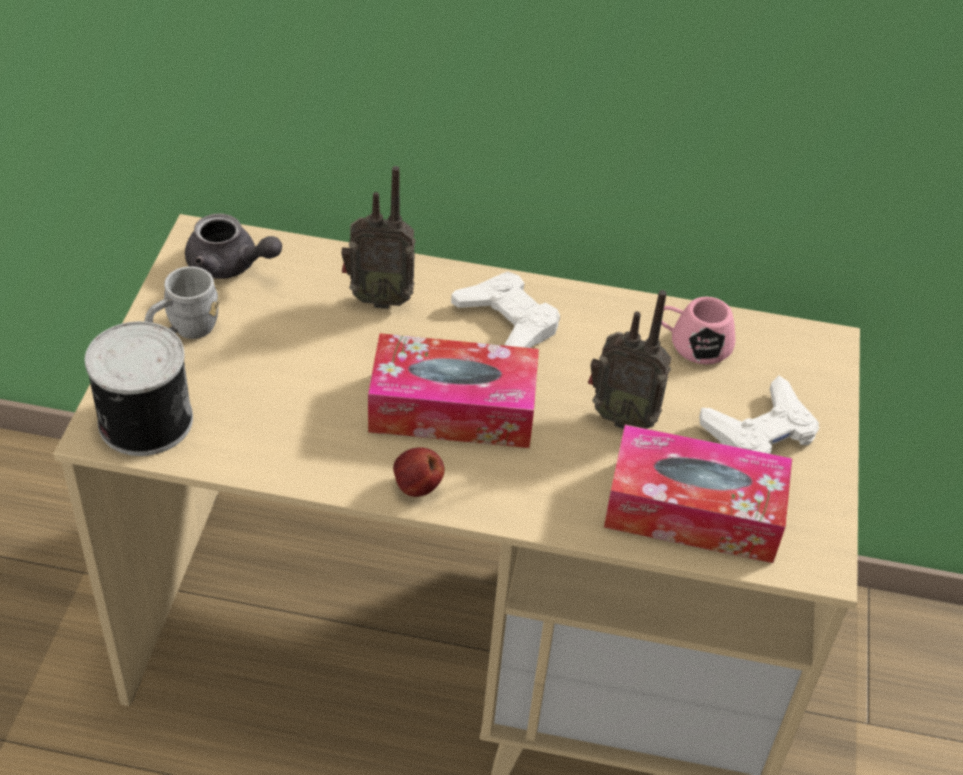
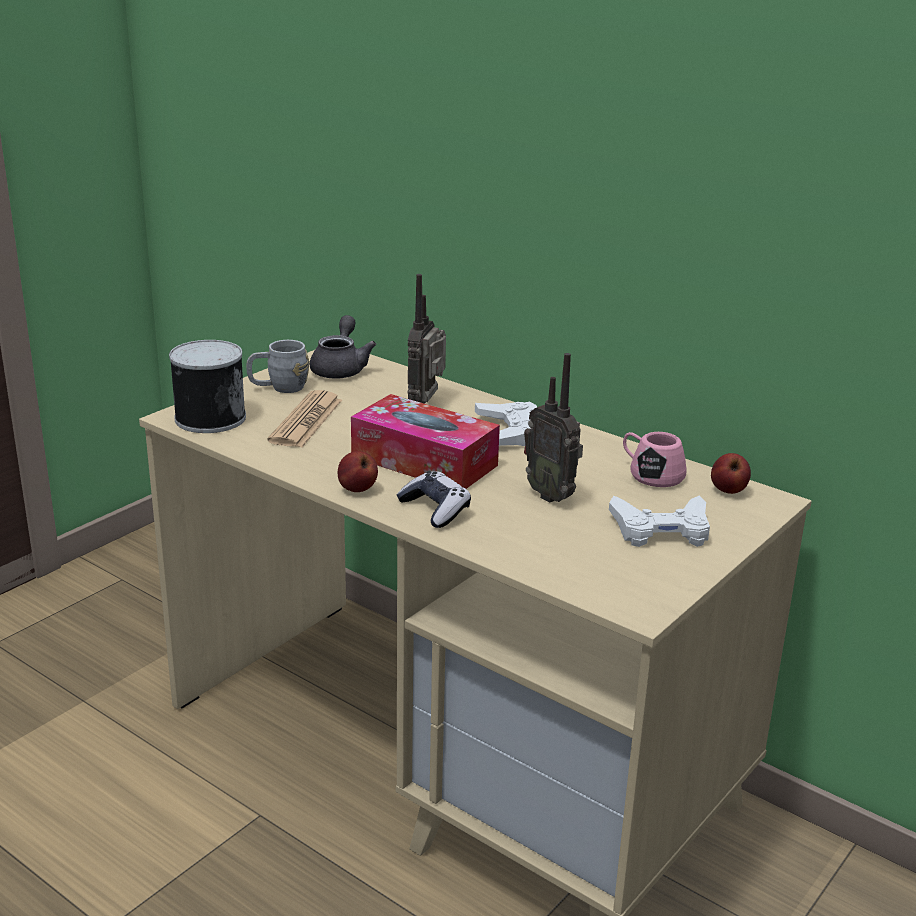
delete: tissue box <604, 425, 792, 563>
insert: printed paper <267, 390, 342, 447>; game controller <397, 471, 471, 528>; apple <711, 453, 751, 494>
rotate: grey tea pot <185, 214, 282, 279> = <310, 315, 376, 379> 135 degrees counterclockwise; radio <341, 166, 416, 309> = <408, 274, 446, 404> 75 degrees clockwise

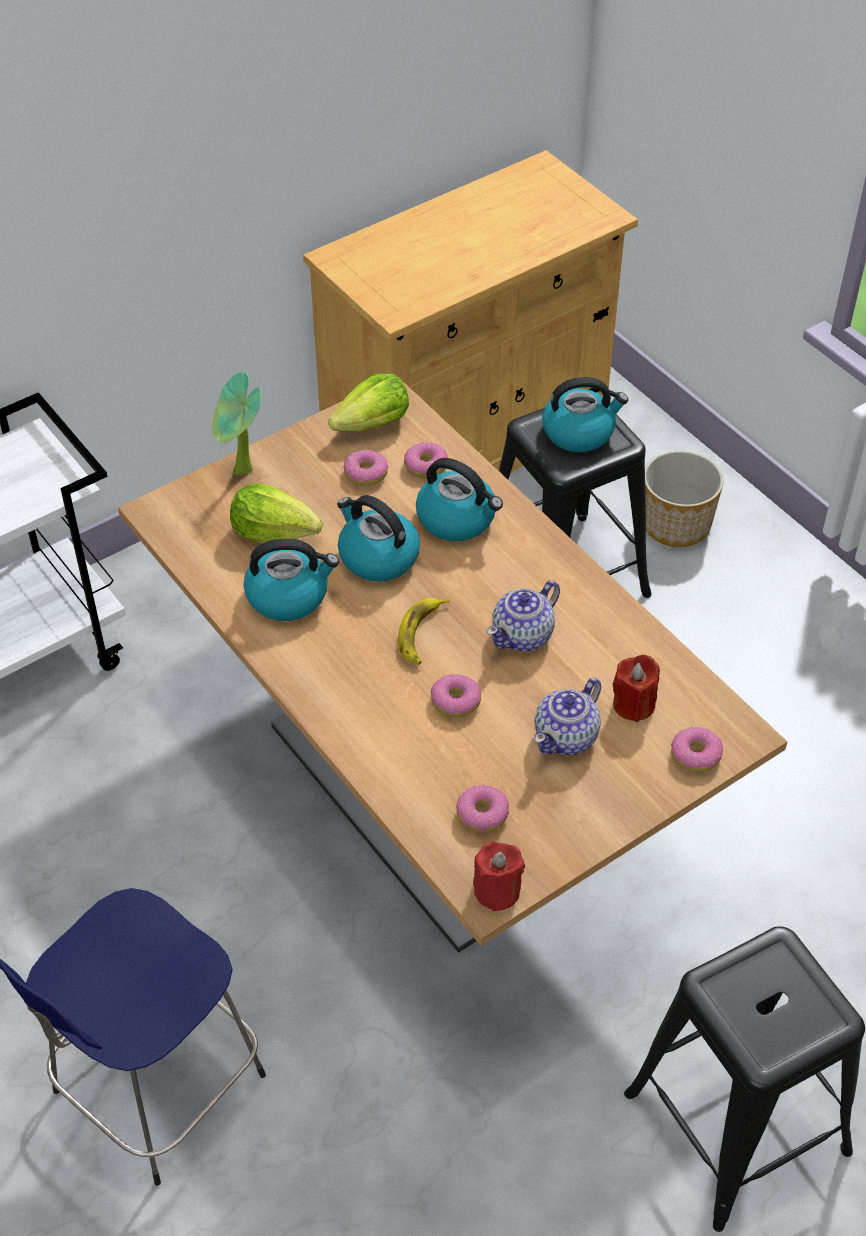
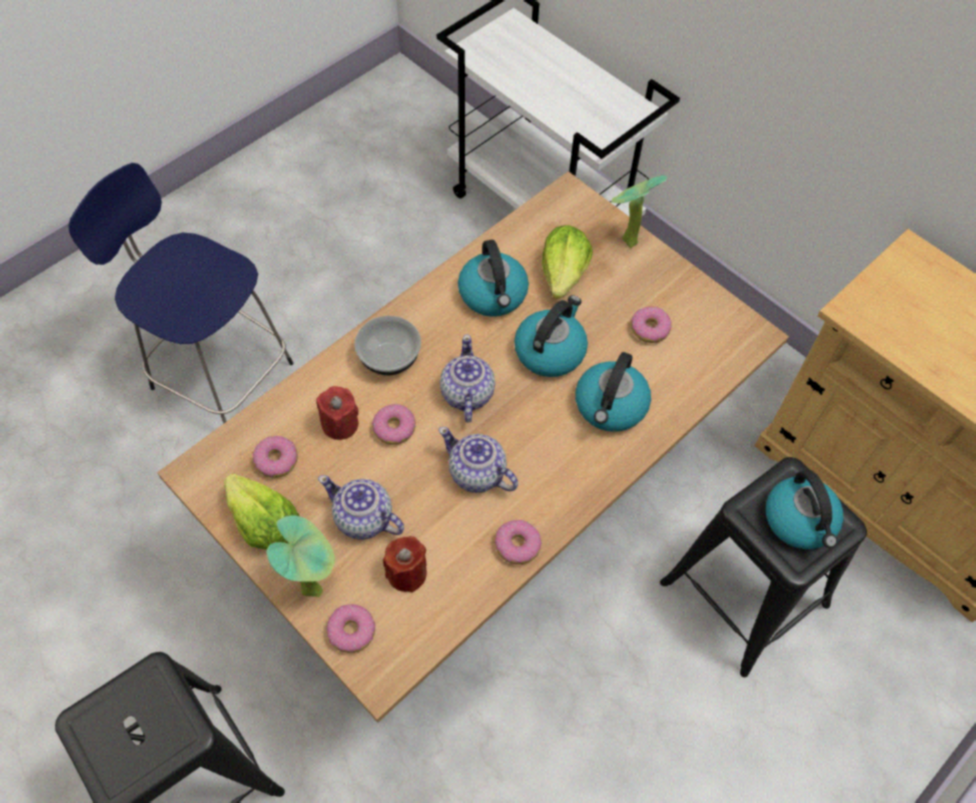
delete: flower pot <645, 450, 723, 547>
insert: potted plant <267, 515, 335, 597>; deep dish <355, 316, 421, 375>
move: lettuce <328, 373, 409, 431> to <224, 473, 299, 549>; red-coloured wax candle <473, 842, 525, 912> to <316, 386, 359, 440>; doughnut <404, 442, 448, 478> to <495, 520, 542, 564>
replace: banana fruit <398, 598, 450, 665> to tea pot <440, 334, 495, 423>

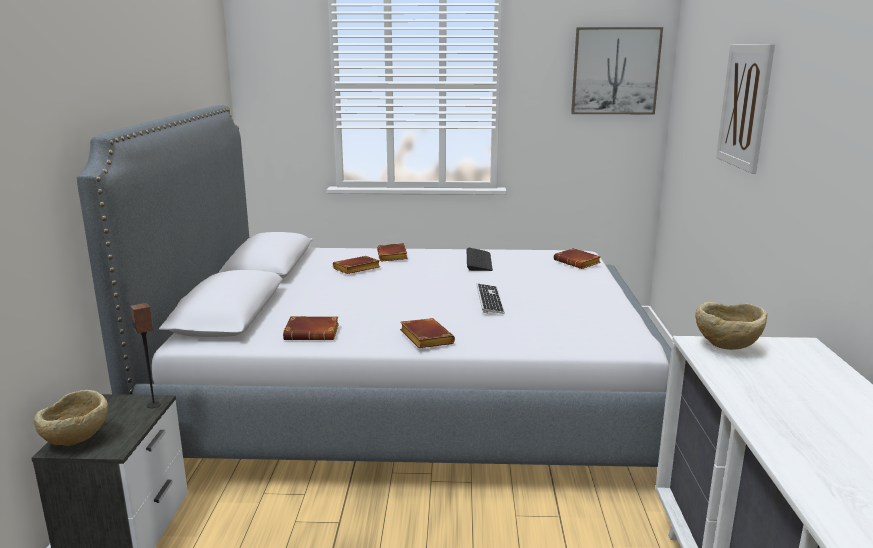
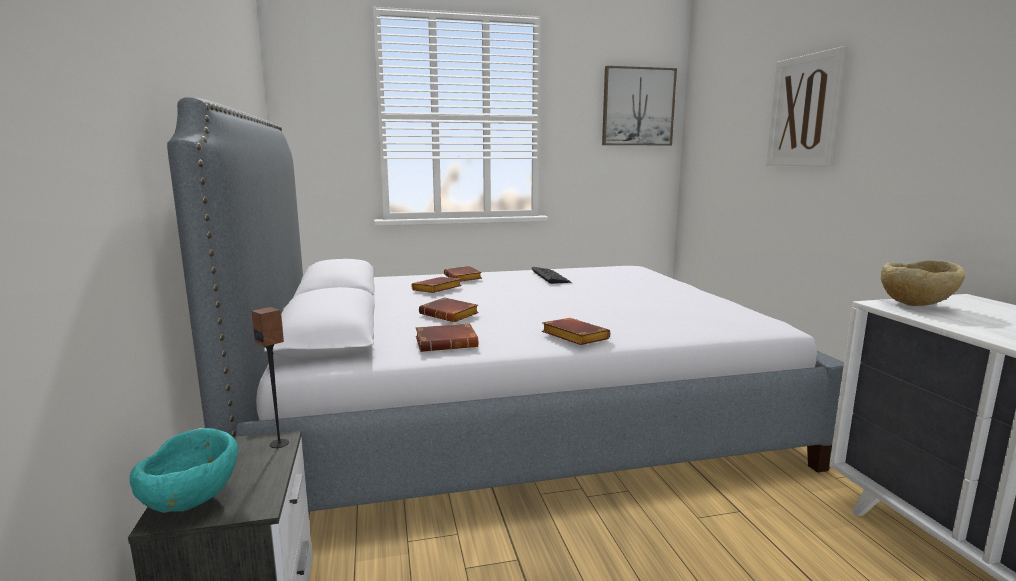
delete: computer keyboard <476, 284, 505, 314>
move: brown-coloured book <554, 248, 601, 269> to <419, 297, 479, 322>
recolor: beige-coloured deep dish <34, 390, 108, 446> to turquoise deep dish <130, 428, 238, 513>

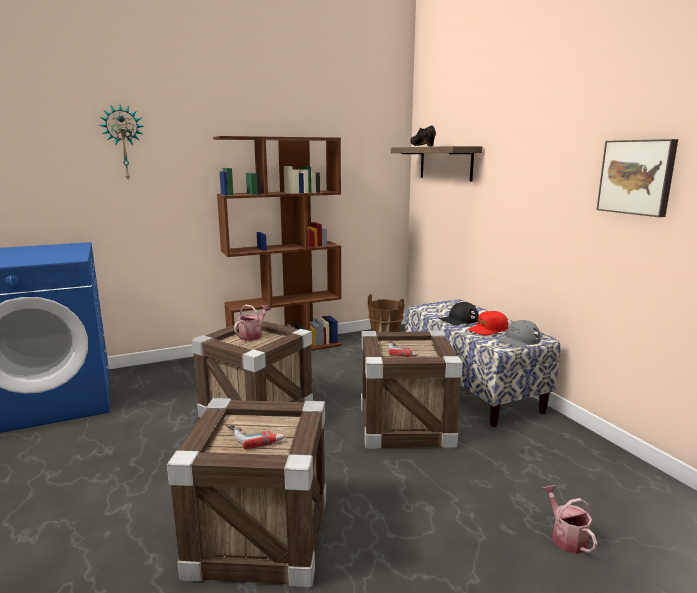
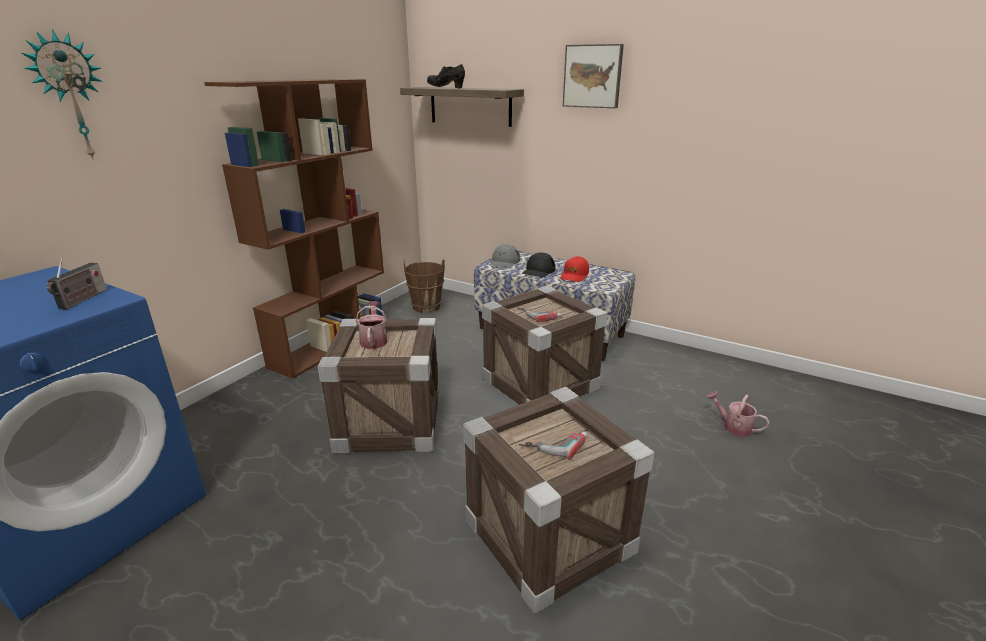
insert: radio <47, 258, 107, 309>
move: grey baseball cap <496, 320, 541, 348> to <489, 244, 520, 268>; wall picture <597, 139, 678, 217> to <563, 44, 624, 108>

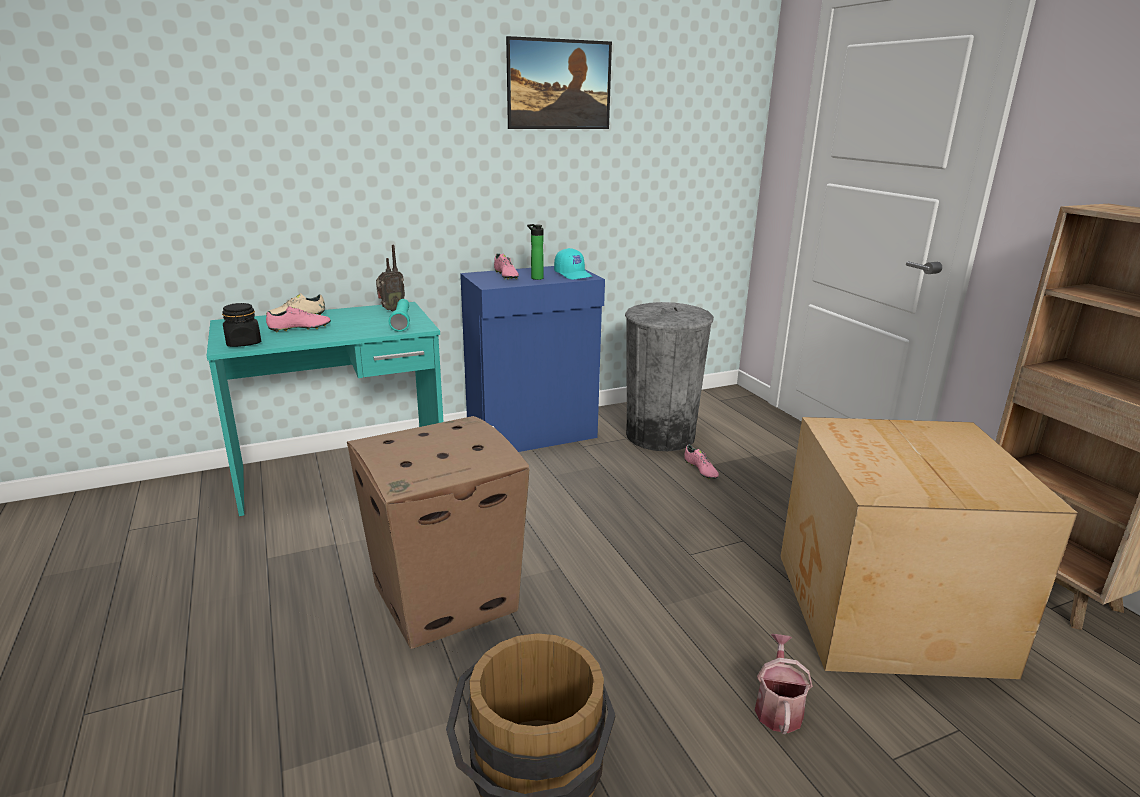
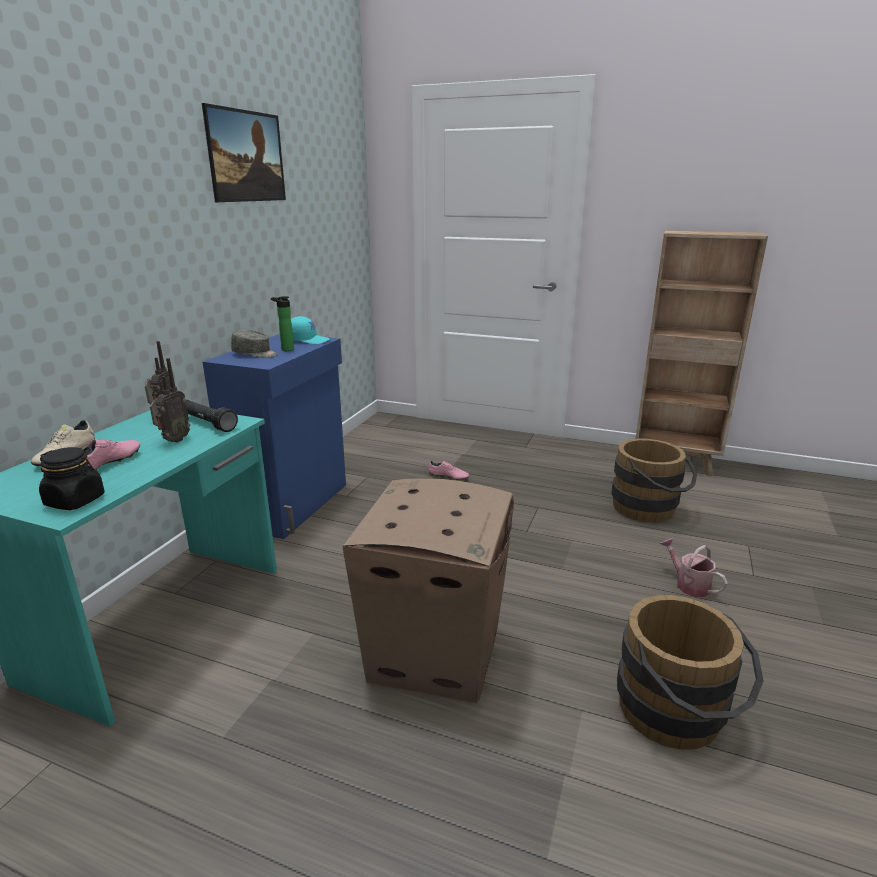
delete: grey trash can <625, 302, 714, 451>
insert: radio <150, 358, 190, 443>
replace: pink low shoe <494, 253, 519, 280> to grey baseball cap <231, 330, 278, 358>; carton <780, 417, 1078, 679> to brown-coloured pail <611, 439, 697, 522>
recolor: turquoise torch <389, 299, 410, 332> to black torch <185, 400, 238, 432>

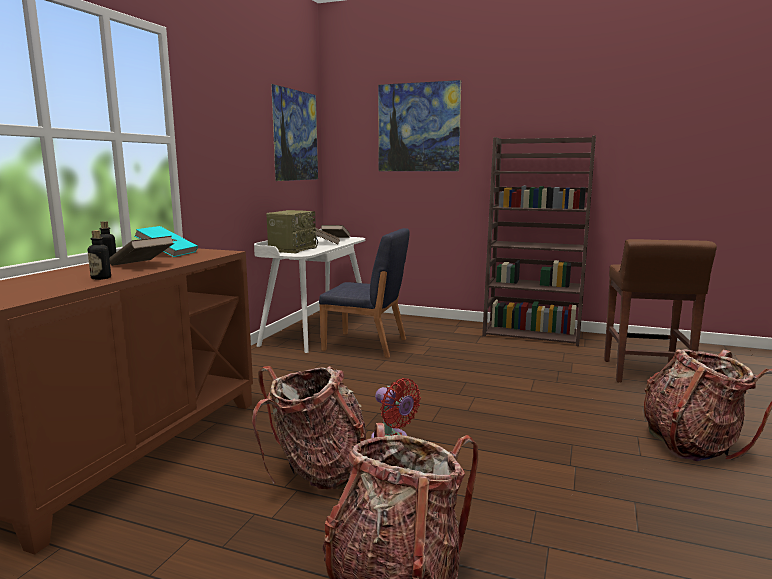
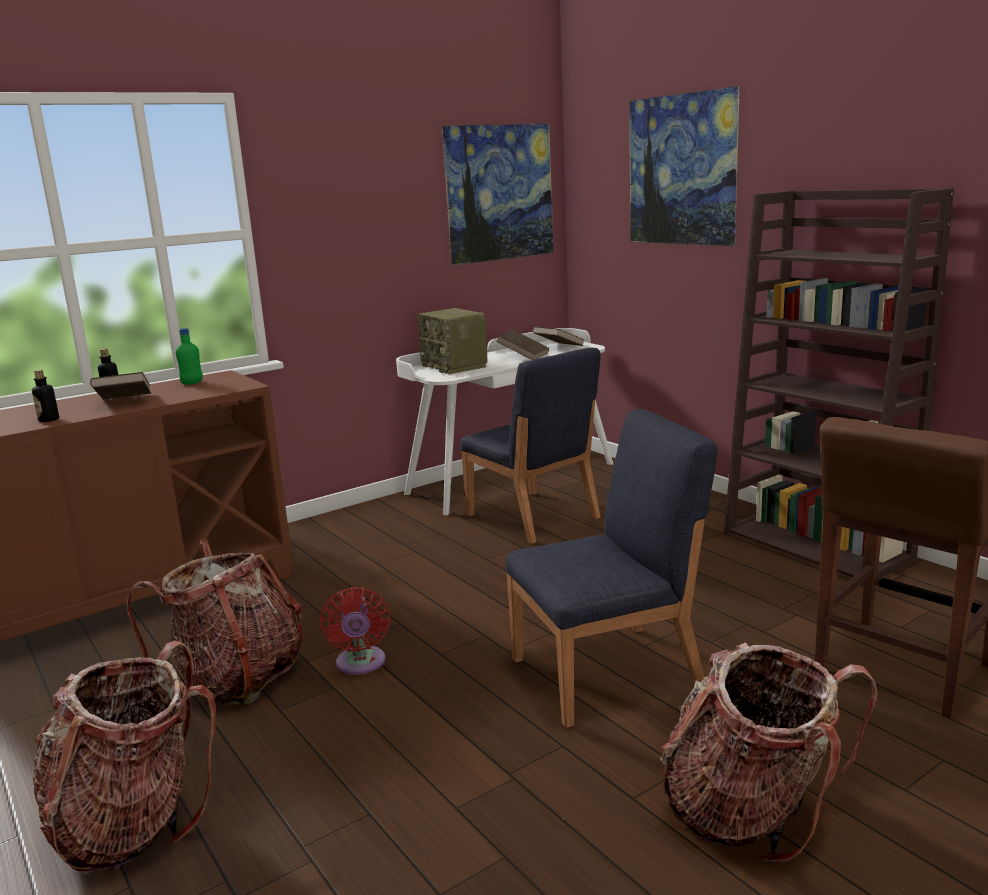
insert: blue-coloured chair <505, 409, 717, 728>
replace: turquoise book <135, 226, 198, 257> to green-coloured beverage bottle <176, 328, 203, 385>
rotate: radio <266, 210, 318, 253> = <417, 308, 488, 374> 90 degrees clockwise

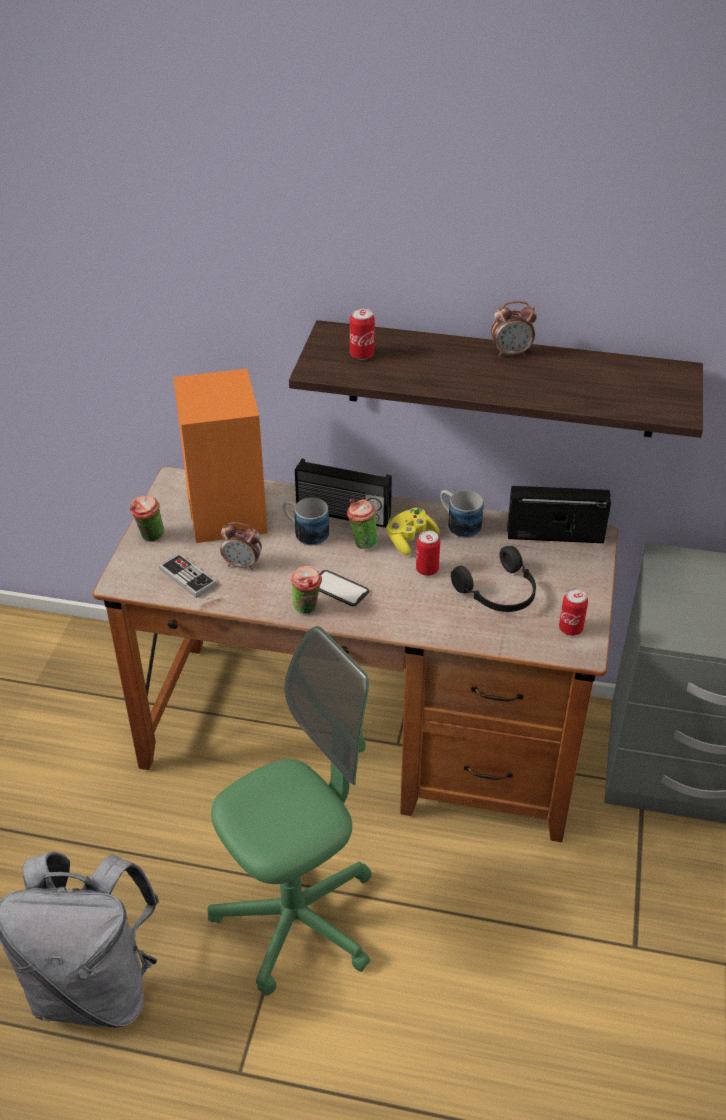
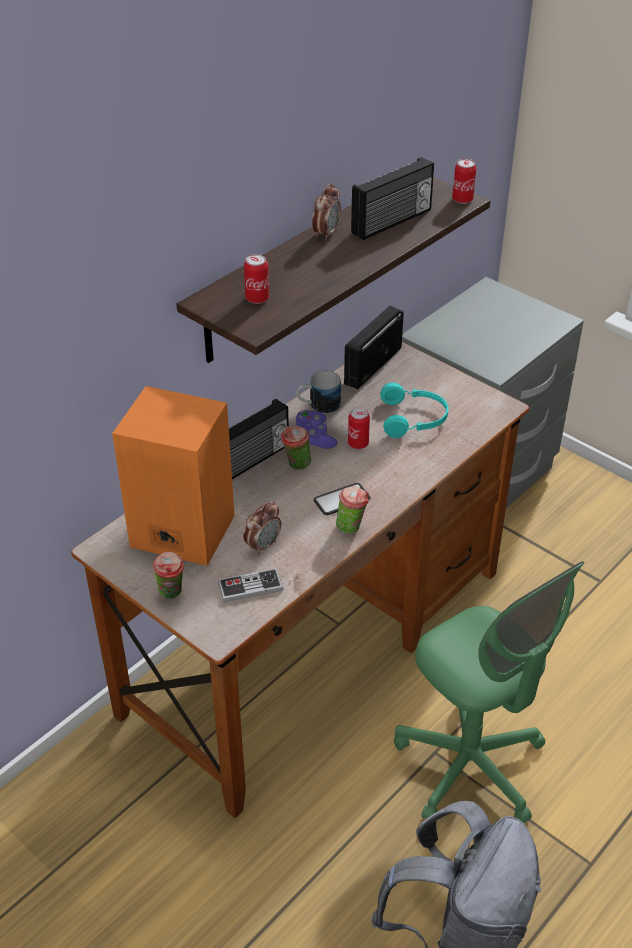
delete: coffee mug <283, 498, 329, 545>
insert: radio <351, 157, 434, 240>
move: metal can <559, 588, 588, 636> to <452, 159, 476, 204>
recolor: yellow-coloured game controller <387, 508, 440, 556> to purple game controller <296, 410, 337, 449>; black pair of headphones <451, 546, 536, 612> to turquoise pair of headphones <380, 382, 448, 438>
rotate: green-coloured computer chair <208, 626, 372, 996> = <394, 561, 585, 823> 150 degrees clockwise

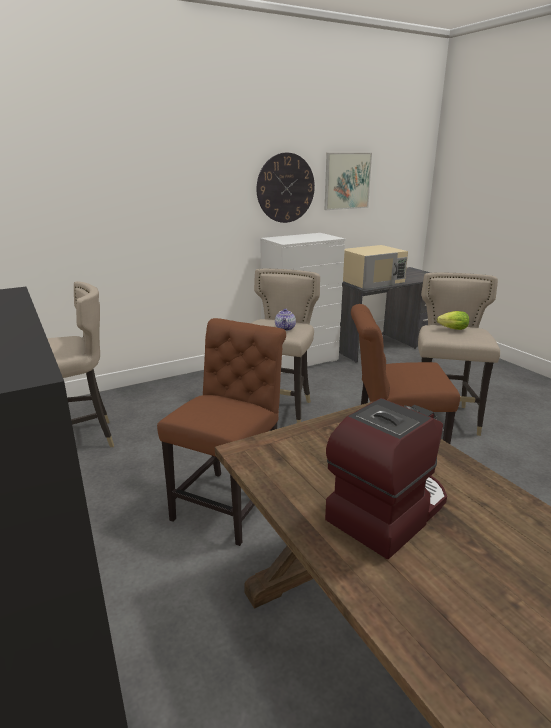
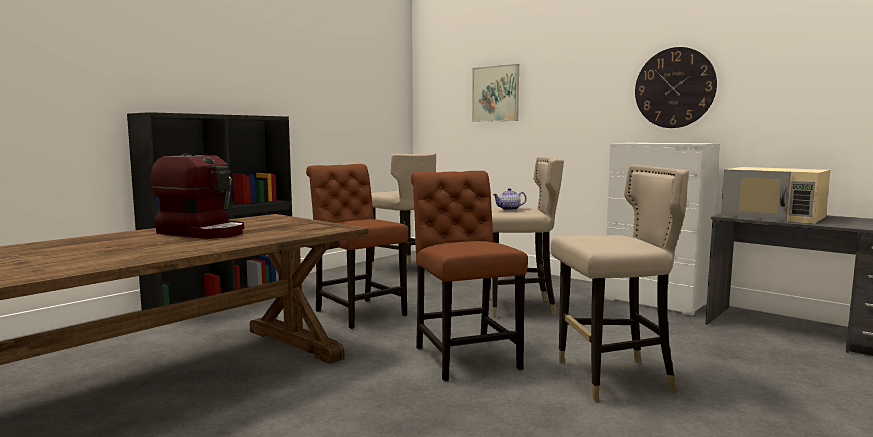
delete: lettuce <437, 311, 469, 330>
move: wall picture <324, 153, 372, 210> to <472, 64, 519, 122>
rotate: brown-coloured chair <157, 318, 286, 546> = <306, 164, 408, 329> 135 degrees counterclockwise

